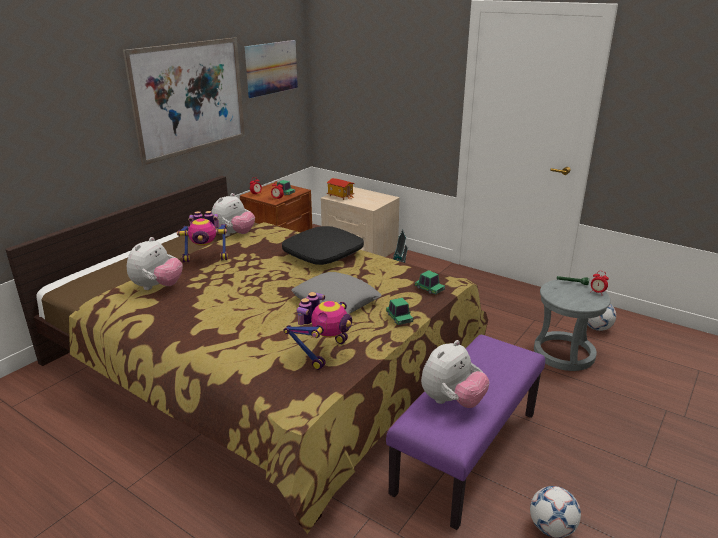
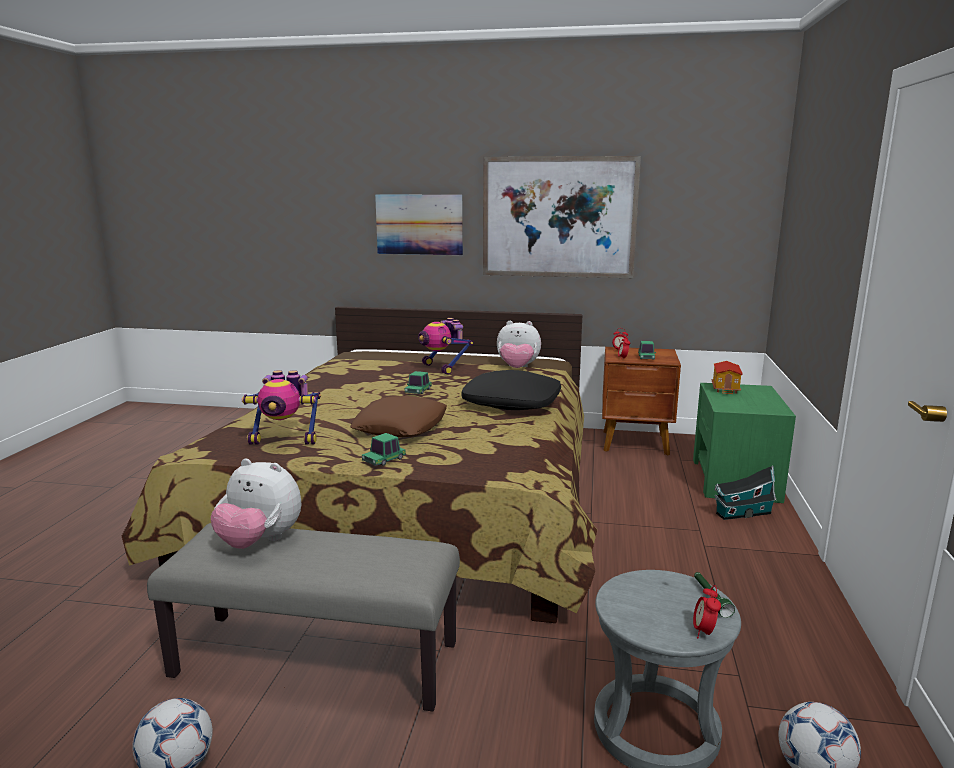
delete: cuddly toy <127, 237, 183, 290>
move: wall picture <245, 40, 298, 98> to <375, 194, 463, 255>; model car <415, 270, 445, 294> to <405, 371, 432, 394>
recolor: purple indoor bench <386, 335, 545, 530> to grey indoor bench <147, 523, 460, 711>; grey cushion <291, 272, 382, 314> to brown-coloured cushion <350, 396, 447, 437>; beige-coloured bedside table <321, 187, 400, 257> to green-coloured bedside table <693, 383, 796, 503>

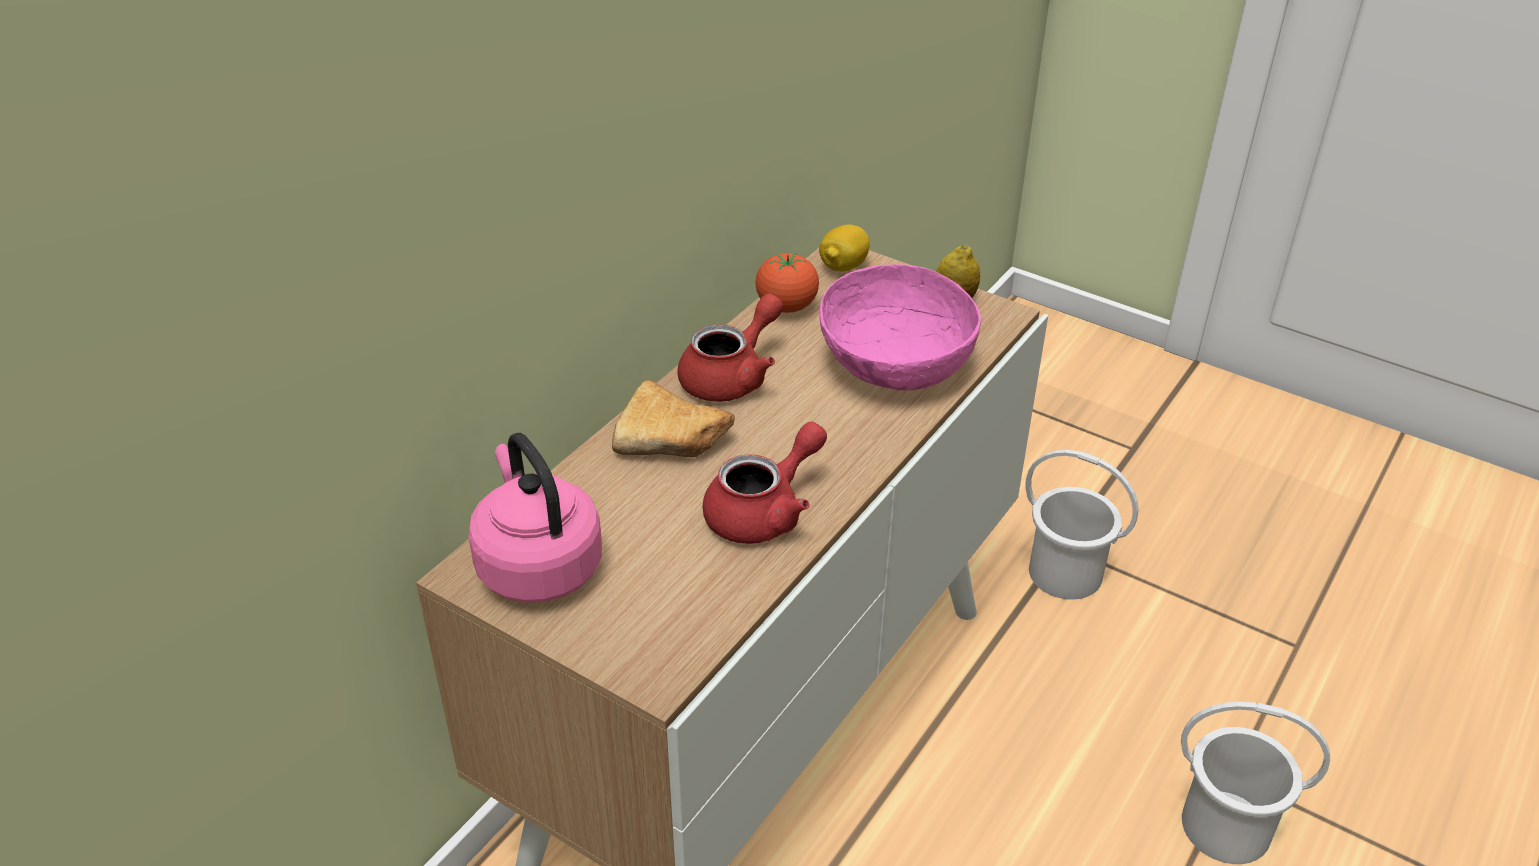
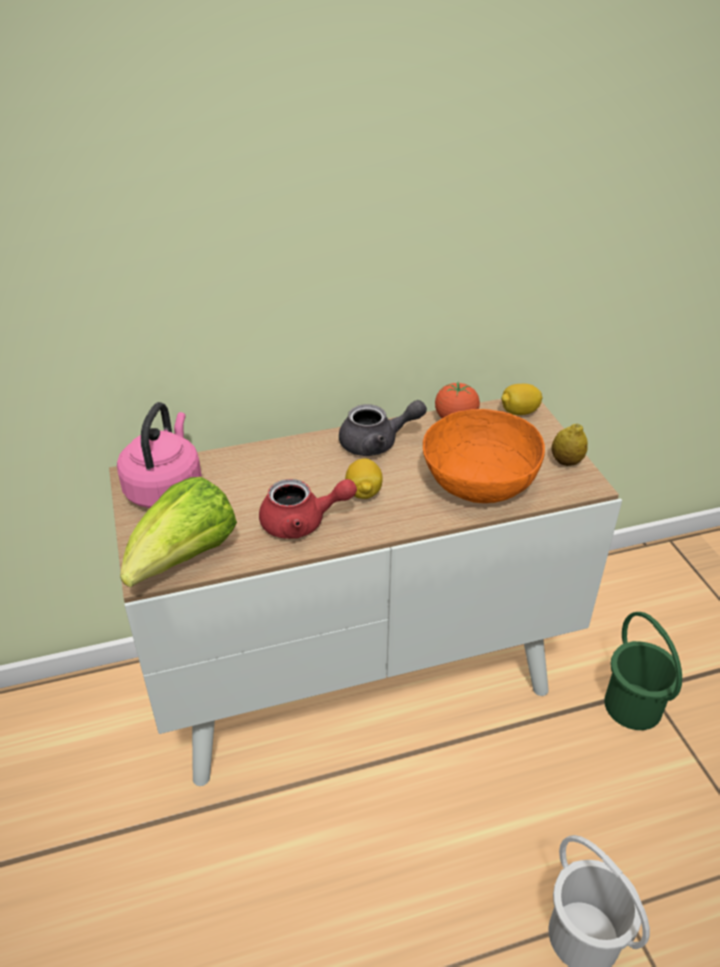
delete: bakery bread <612, 380, 735, 457>
insert: lettuce <120, 477, 237, 587>; citrus fruit <345, 458, 383, 499>
recolor: red-coloured tea pot <678, 293, 783, 402> to grey tea pot <339, 400, 427, 456>; pink deep dish <820, 264, 981, 391> to orangey deep dish <423, 409, 545, 503>; whitish pail <1025, 450, 1139, 600> to green-coloured pail <604, 612, 682, 730>

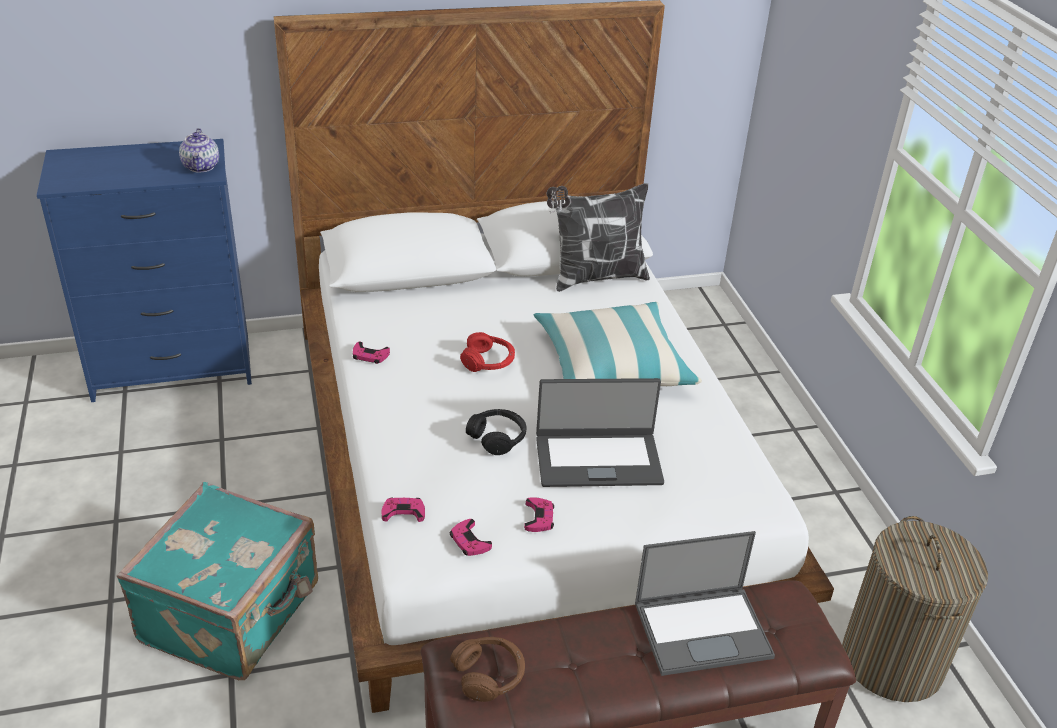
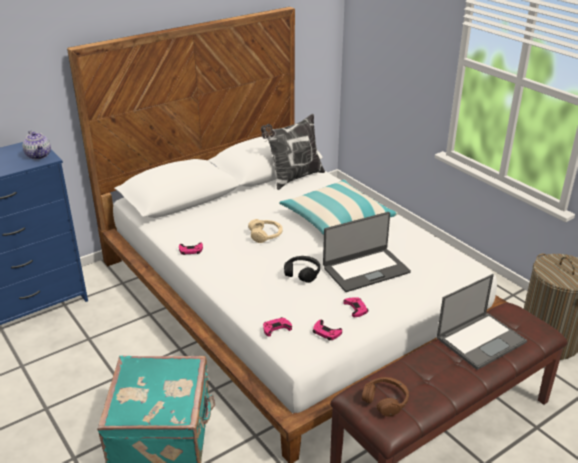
recolor: red-coloured pair of headphones <460, 332, 515, 372> to beige-coloured pair of headphones <248, 219, 283, 243>

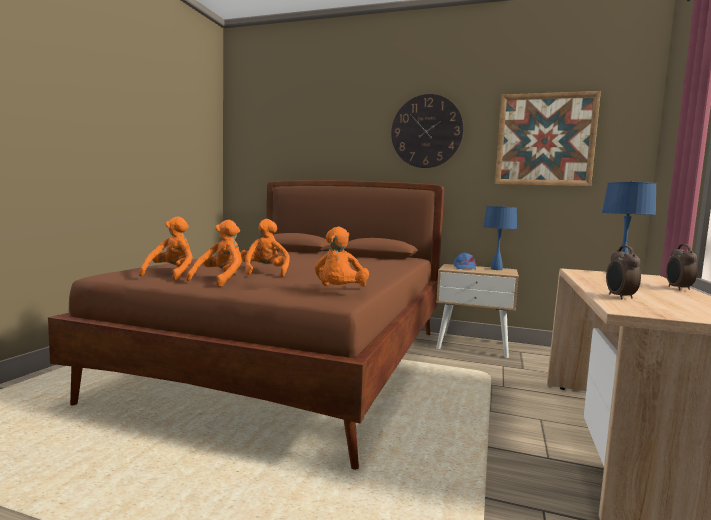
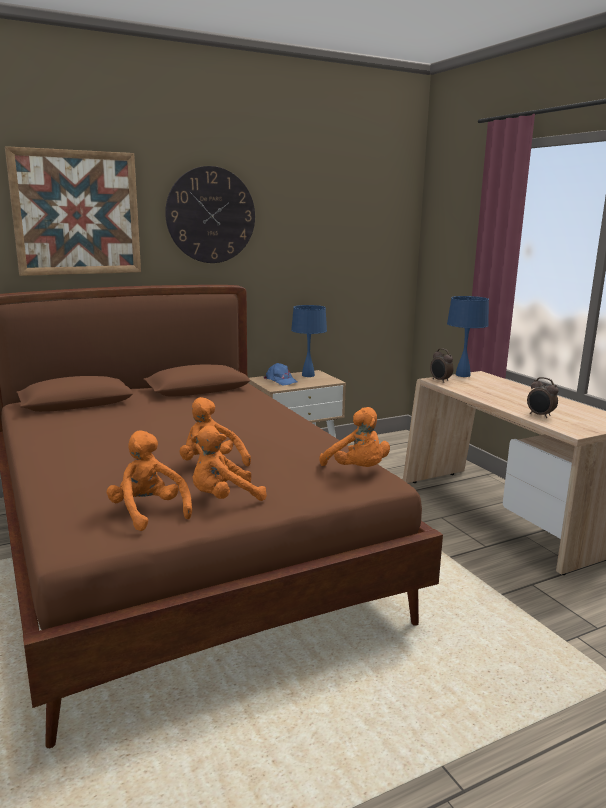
move: wall picture <495, 91, 601, 187> to <5, 146, 141, 276>; table clock <666, 244, 697, 290> to <430, 348, 454, 383>
rotate: orangey cuddly toy <186, 220, 242, 287> = <191, 426, 267, 501> 90 degrees counterclockwise

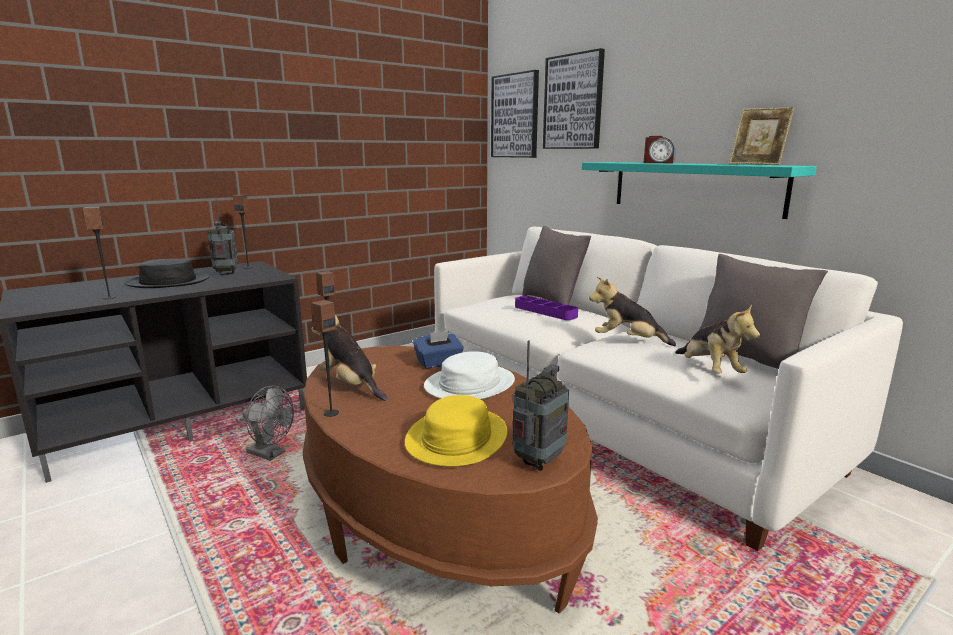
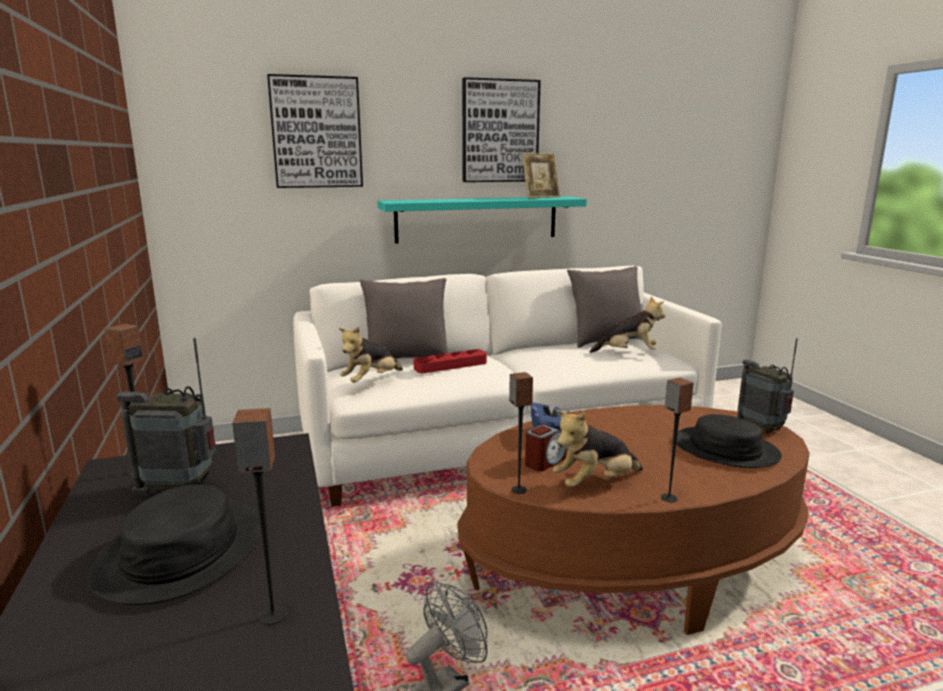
delete: whitish hat <424, 351, 515, 400>
move: cuddly toy <589, 277, 676, 346> to <339, 326, 403, 383>; wall picture <491, 70, 539, 158> to <462, 77, 541, 182>; table clock <644, 136, 676, 163> to <525, 425, 567, 471>
recolor: purple serving tray <515, 296, 578, 320> to red-coloured serving tray <413, 349, 487, 373>; yellow-coloured hat <405, 395, 507, 467> to black hat <676, 414, 782, 468>

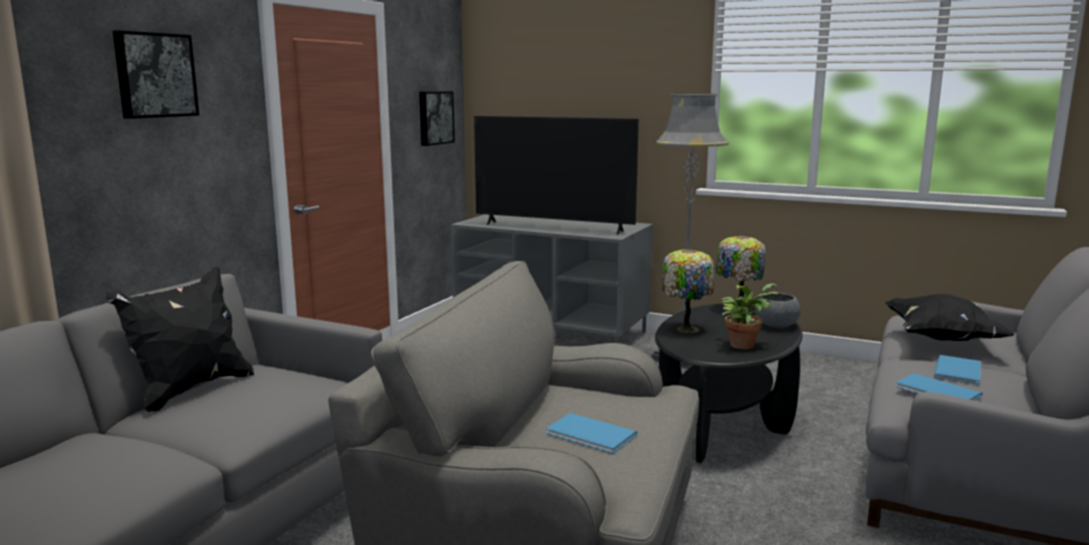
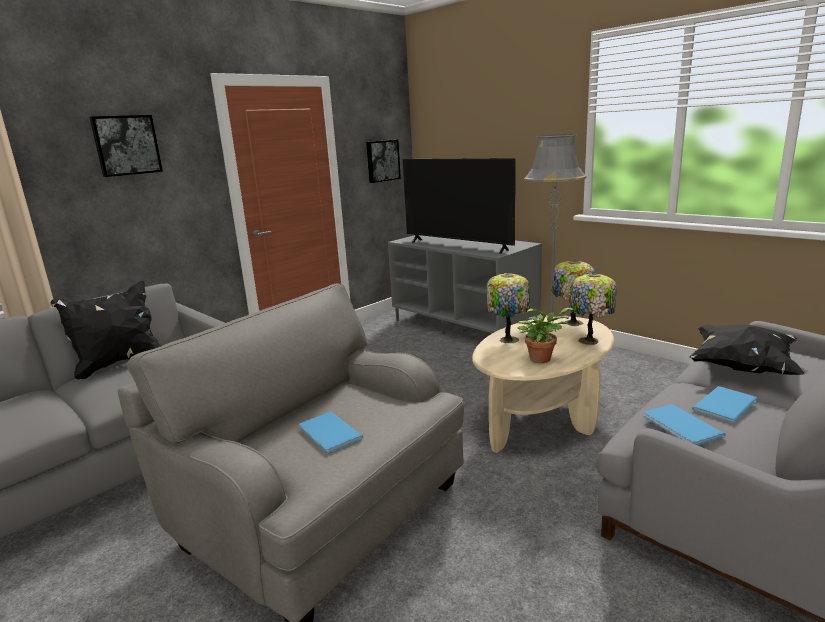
replace: grey deep dish <755, 293, 801, 328> to lamp for a table <569, 273, 617, 345>
recolor: black low table <655, 303, 803, 463> to beige-coloured low table <472, 317, 614, 453>

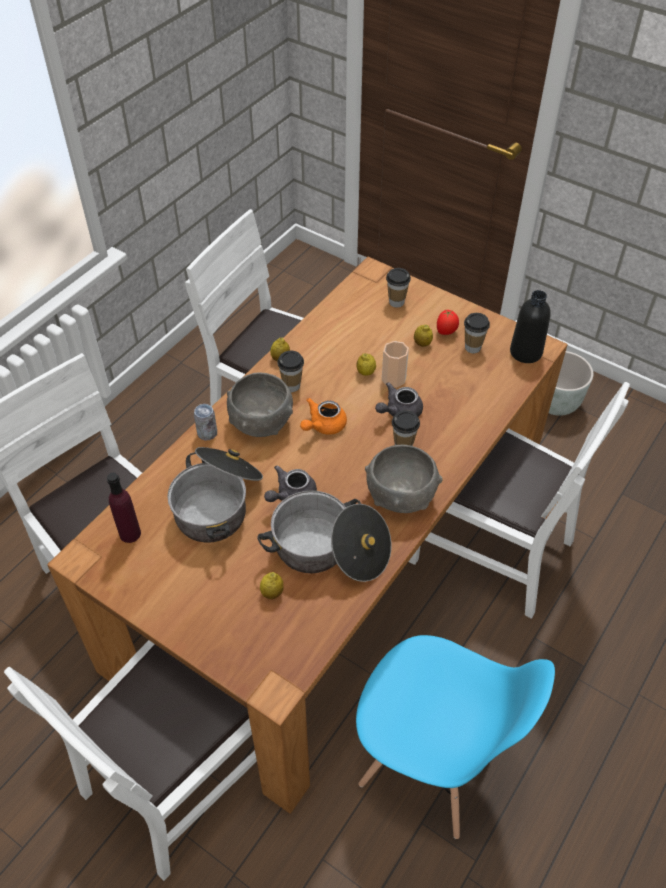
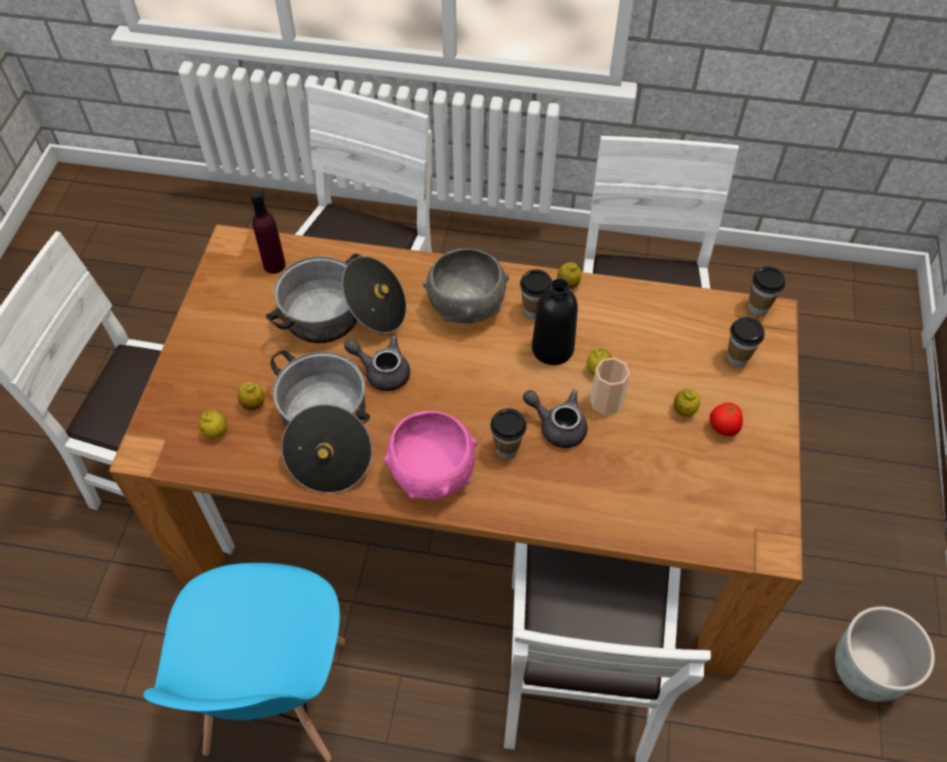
delete: metal can <194, 404, 217, 440>; orangey tea pot <300, 398, 347, 435>
insert: citrus fruit <199, 410, 228, 438>
move: black beverage bottle <510, 290, 551, 363> to <532, 278, 578, 365>; small cup <464, 313, 490, 353> to <748, 266, 786, 316>
recolor: grey deep dish <365, 445, 443, 513> to pink deep dish <384, 411, 477, 500>

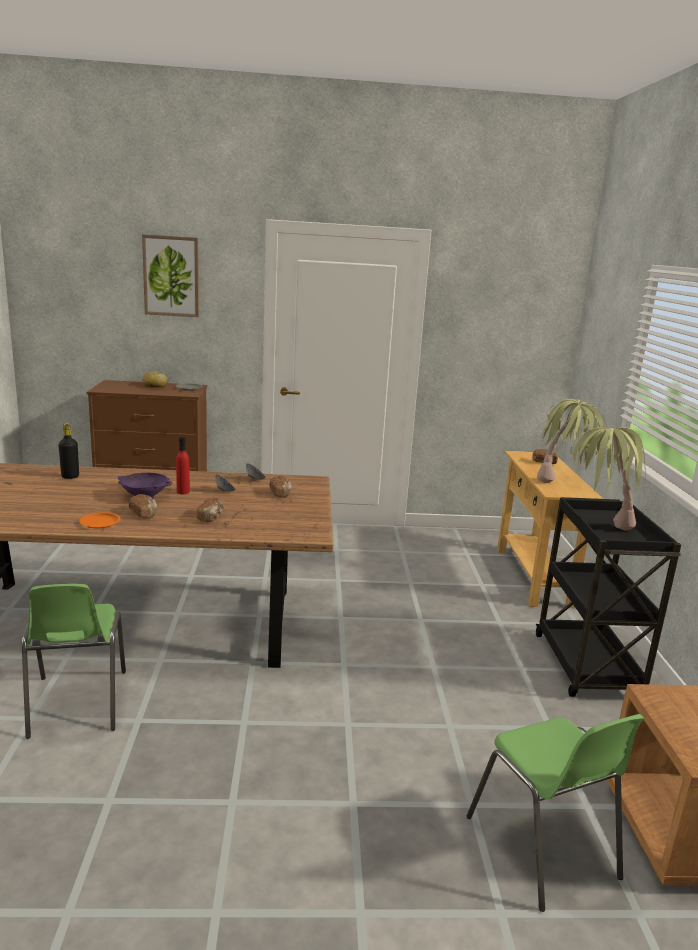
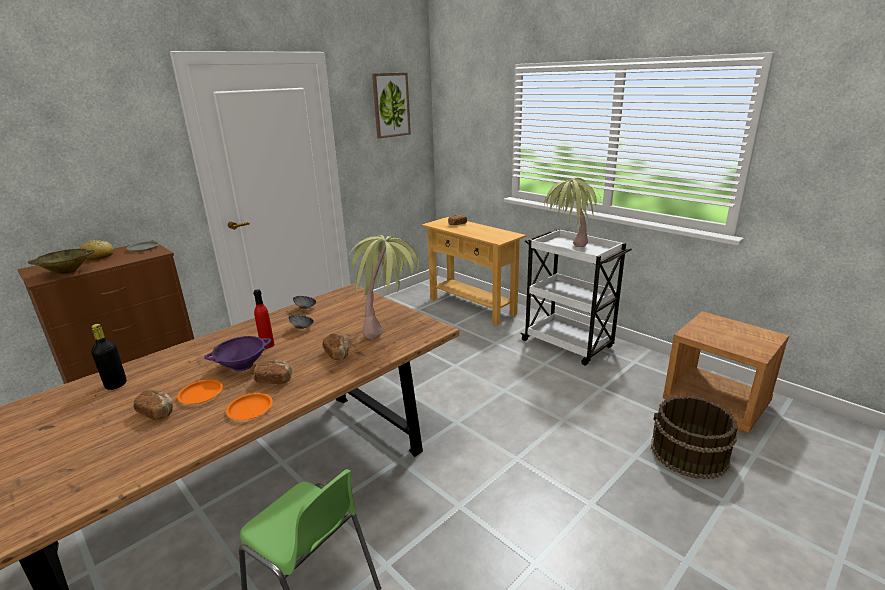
insert: beige-coloured deep dish <28, 249, 95, 275>; orangey flat dish <177, 379, 223, 404>
move: bakery bread <269, 476, 292, 498> to <133, 389, 173, 420>; potted plant <537, 399, 606, 483> to <347, 235, 419, 340>; wall picture <142, 234, 199, 317> to <372, 73, 411, 139>
replace: green-coloured chair <467, 714, 644, 912> to brown-coloured pail <651, 395, 737, 479>
recolor: black trolley <536, 497, 681, 697> to whitish trolley <520, 229, 632, 366>

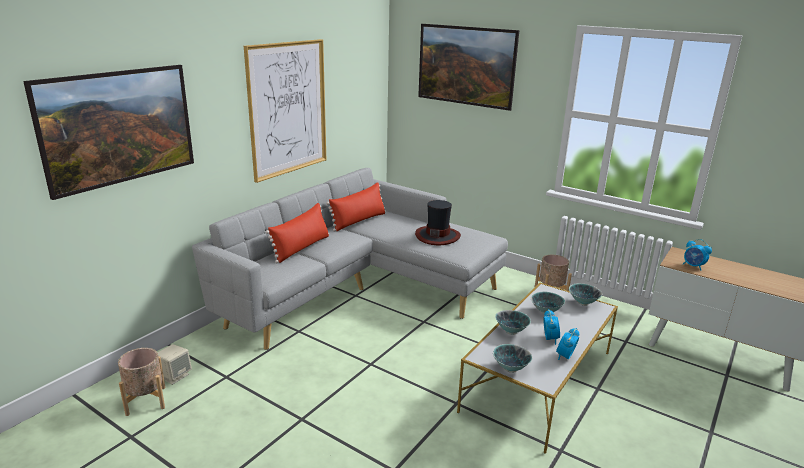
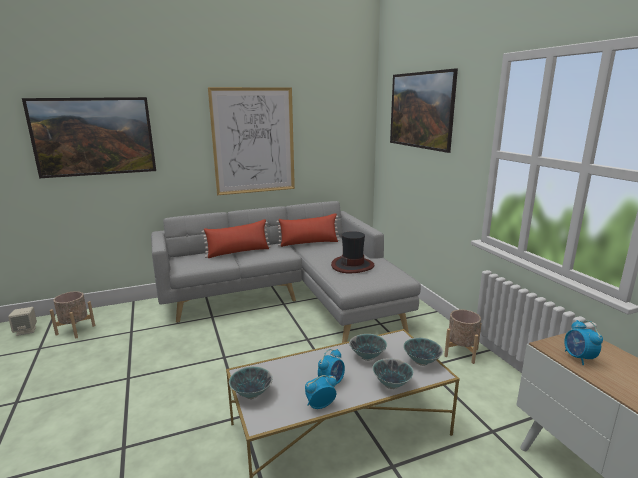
move: beige-coloured speaker <157, 344, 192, 385> to <8, 307, 37, 336>; deep dish <495, 310, 531, 335> to <372, 358, 414, 389>

